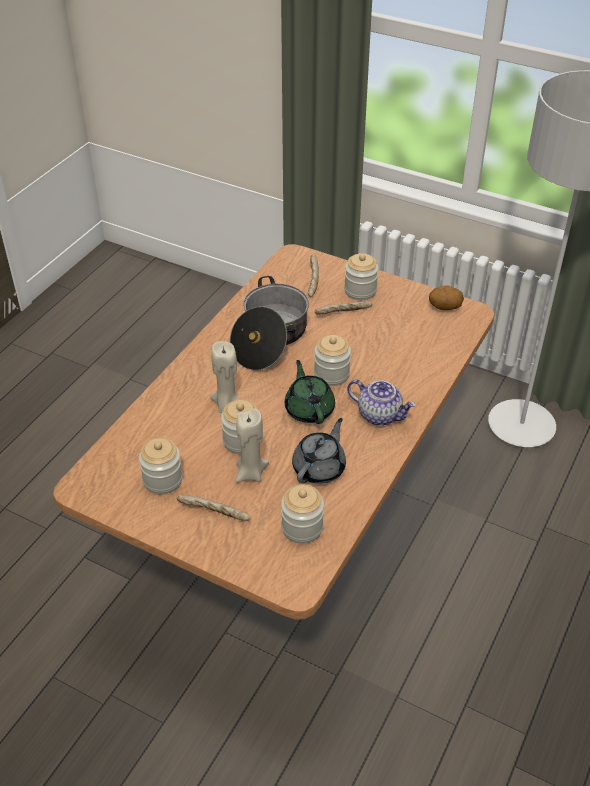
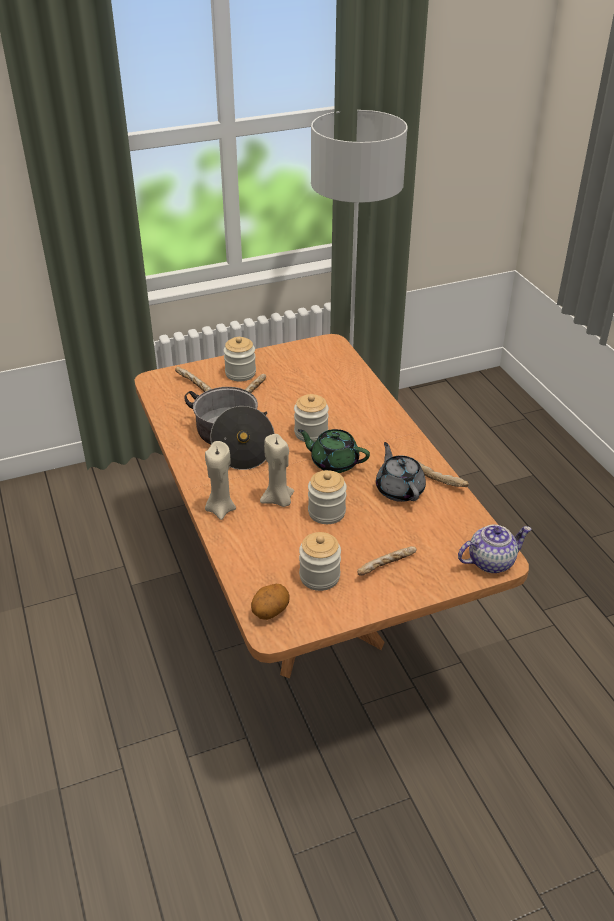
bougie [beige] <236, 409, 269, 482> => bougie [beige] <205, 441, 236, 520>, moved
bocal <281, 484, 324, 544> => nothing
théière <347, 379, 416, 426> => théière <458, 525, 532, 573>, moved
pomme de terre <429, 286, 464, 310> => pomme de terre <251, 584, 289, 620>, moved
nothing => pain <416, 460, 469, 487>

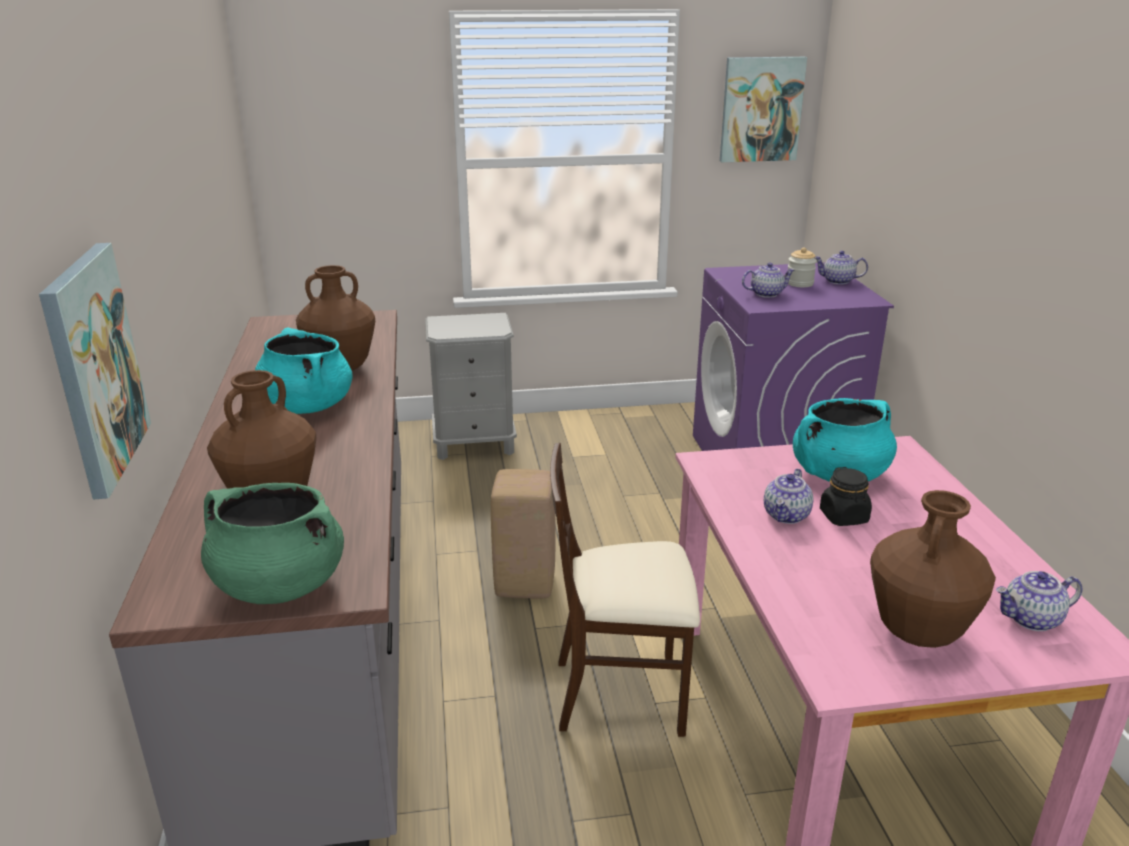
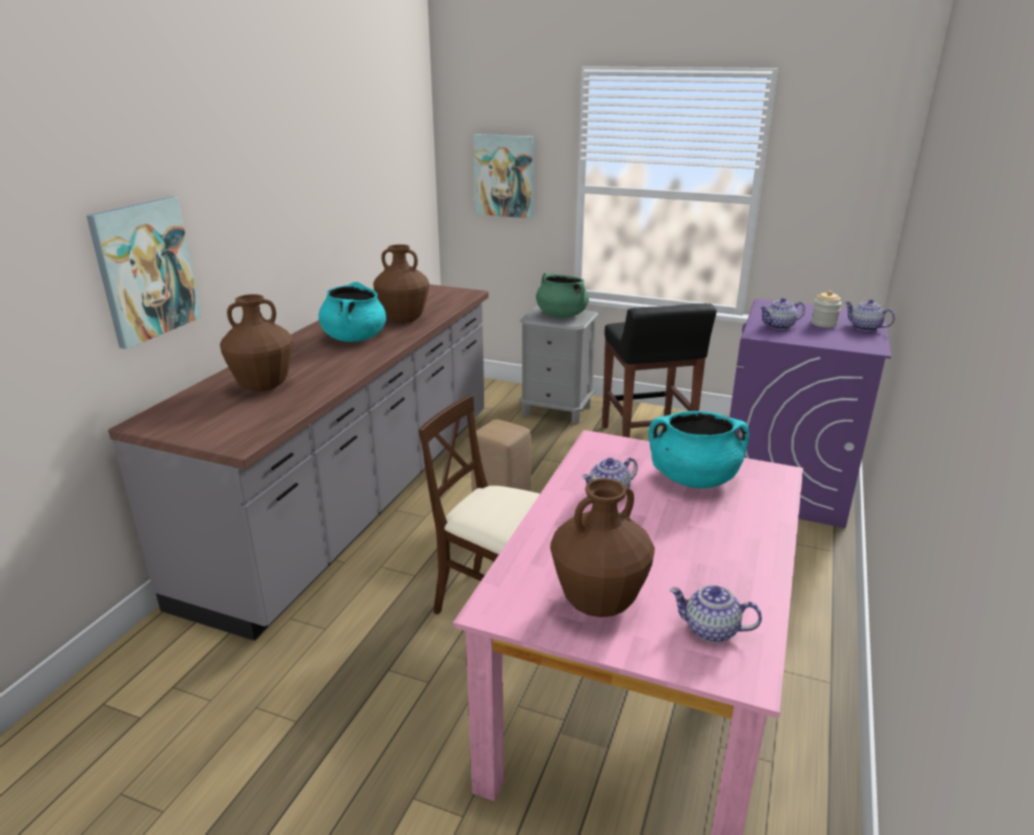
marmite [vert] <201, 483, 344, 604> => marmite [vert] <536, 273, 589, 318>, moved
tableau <720, 57, 807, 162> => tableau <473, 134, 534, 219>, moved
théière <742, 263, 795, 298> => théière <760, 298, 805, 330>, 150 degrees clockwise
bocal [noir] <820, 467, 872, 526> => nothing
nothing => tabouret [noir] <602, 303, 717, 438>

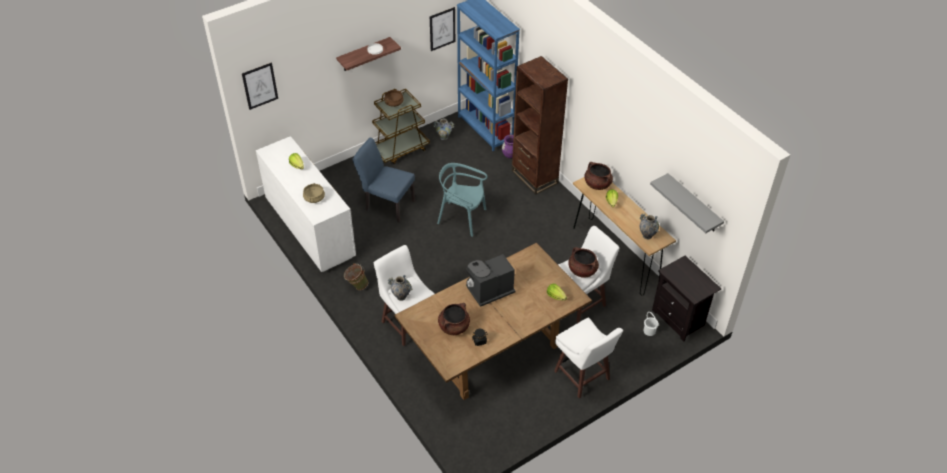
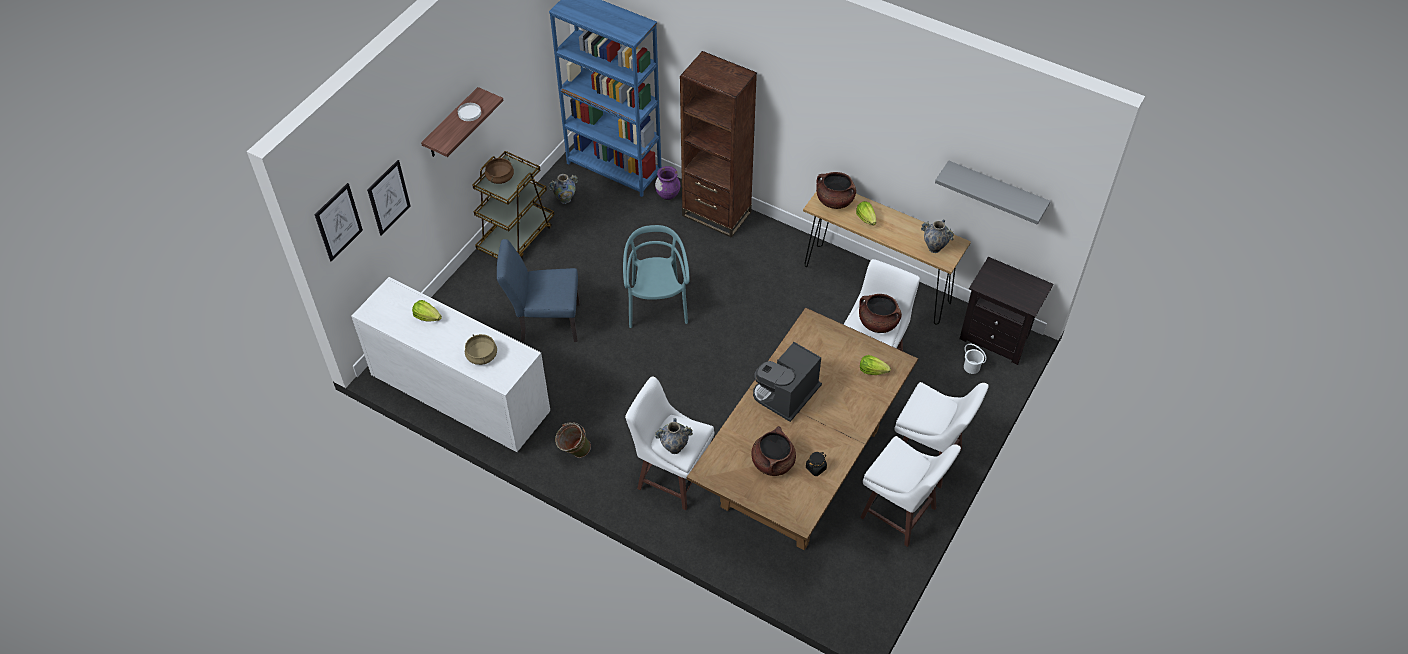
tableau <430, 7, 455, 51> => tableau <367, 160, 411, 236>, moved
chaise [turquoise] <437, 163, 488, 237> => chaise [turquoise] <623, 225, 689, 328>, 90 degrees clockwise
nothing => tabouret [blanc] <860, 436, 961, 547>

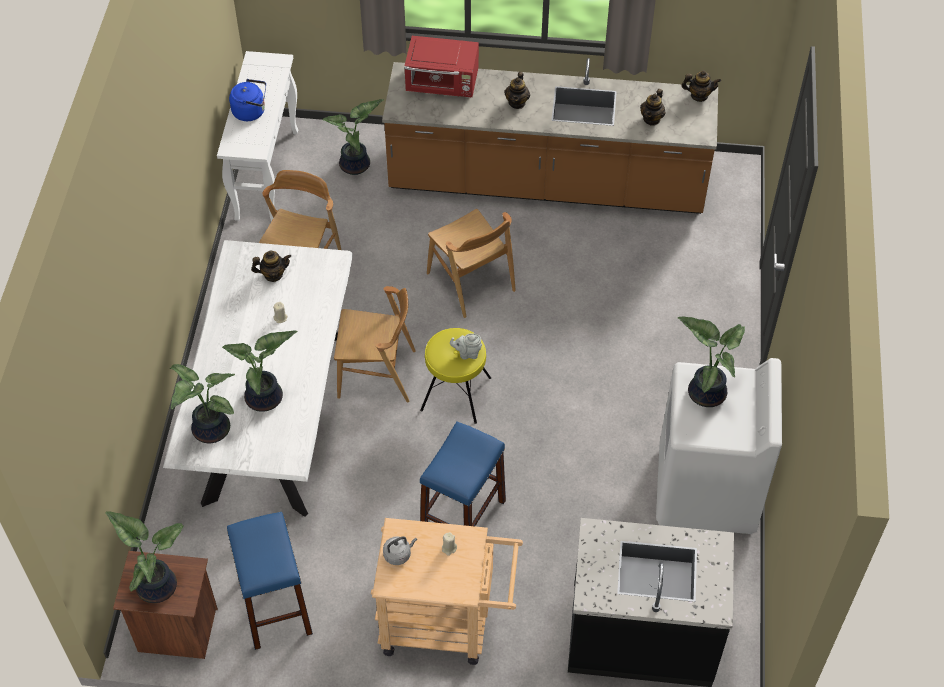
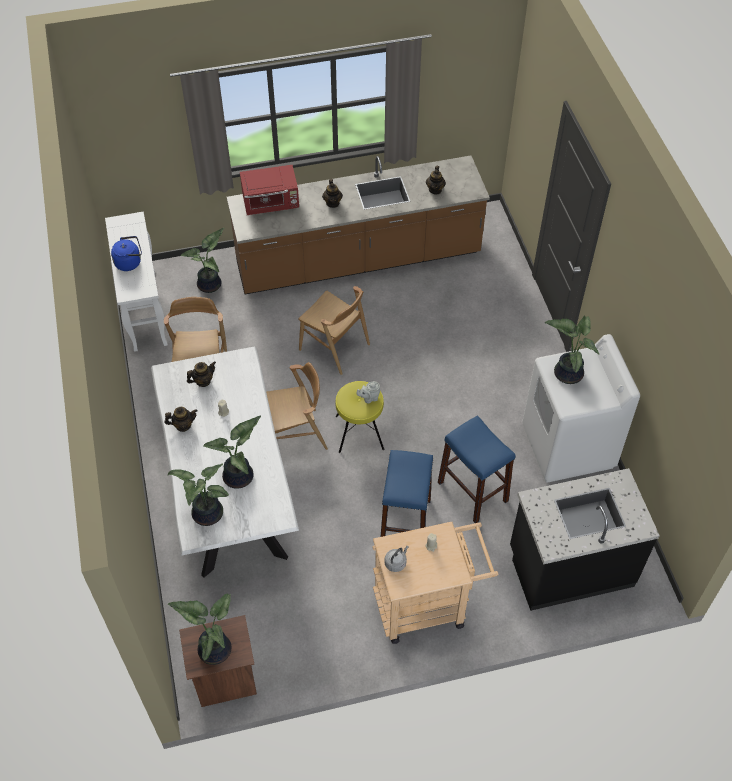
tabouret [bleu] <227, 512, 313, 650> => tabouret [bleu] <438, 415, 516, 523>, moved
théière <681, 70, 721, 102> => théière <164, 407, 198, 432>, moved

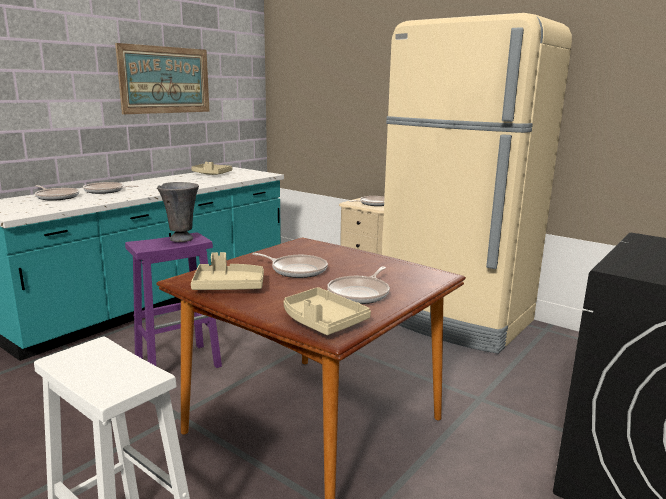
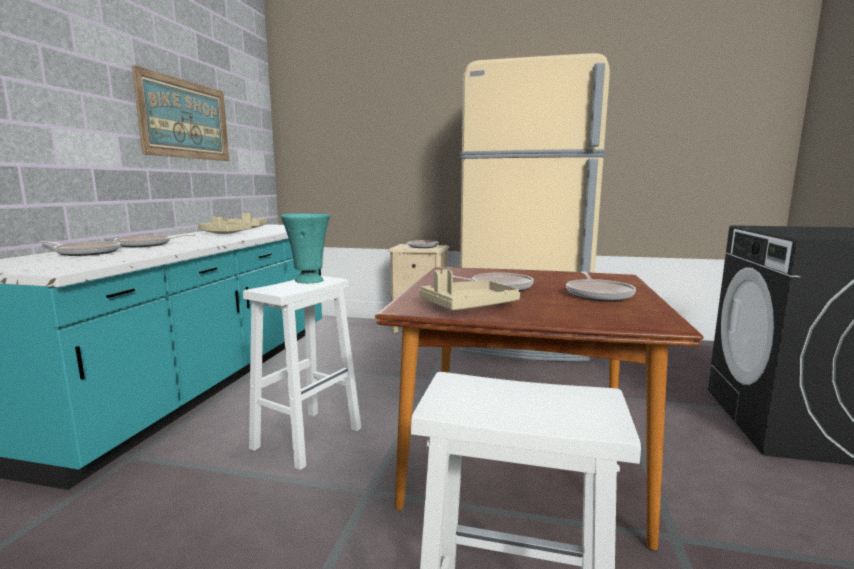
tabouret [violet] <125, 232, 222, 368> => tabouret [blanc] <243, 276, 361, 470>
vase [gris] <157, 182, 199, 242> => vase [turquoise] <281, 214, 330, 284>
plateau [beige] <284, 287, 371, 335> => plateau [beige] <198, 217, 252, 234>, moved

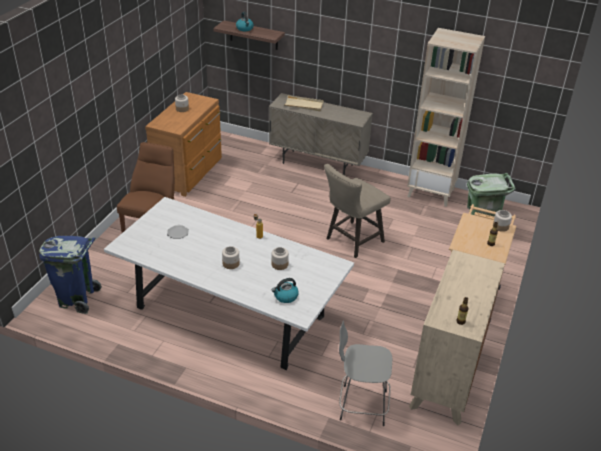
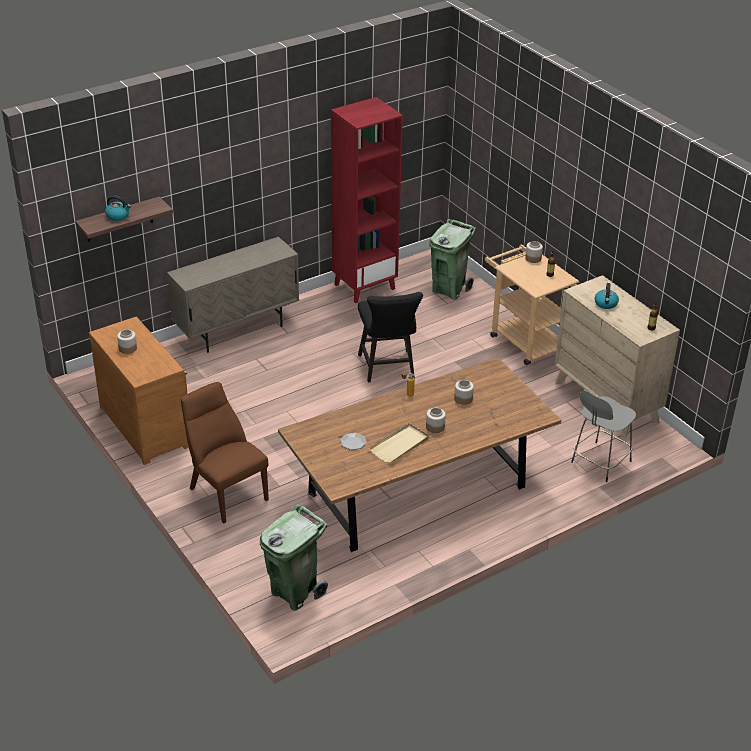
poubelle [bleu] <39, 236, 102, 314> => poubelle [vert] <260, 504, 328, 611>
table à manger [blanc] <104, 197, 354, 370> => table à manger [marron] <278, 357, 561, 552>
bouilloire <272, 278, 299, 303> => bouilloire <594, 283, 619, 309>, moved
plateau [beige] <284, 95, 324, 111> => plateau [beige] <368, 423, 429, 463>, moved
tabouret [beige] <324, 164, 391, 258> => tabouret [noir] <358, 292, 423, 382>
bibliothèque [beige] <407, 28, 485, 207> => bibliothèque [rouge] <331, 97, 403, 303>

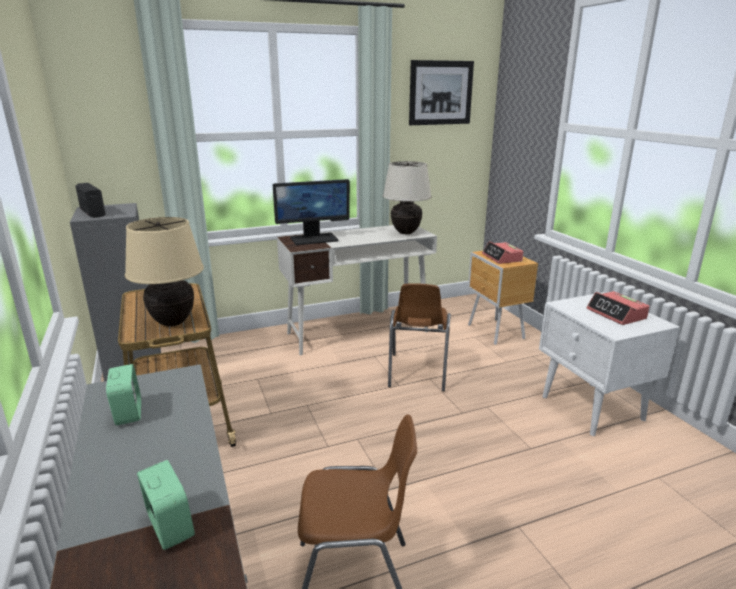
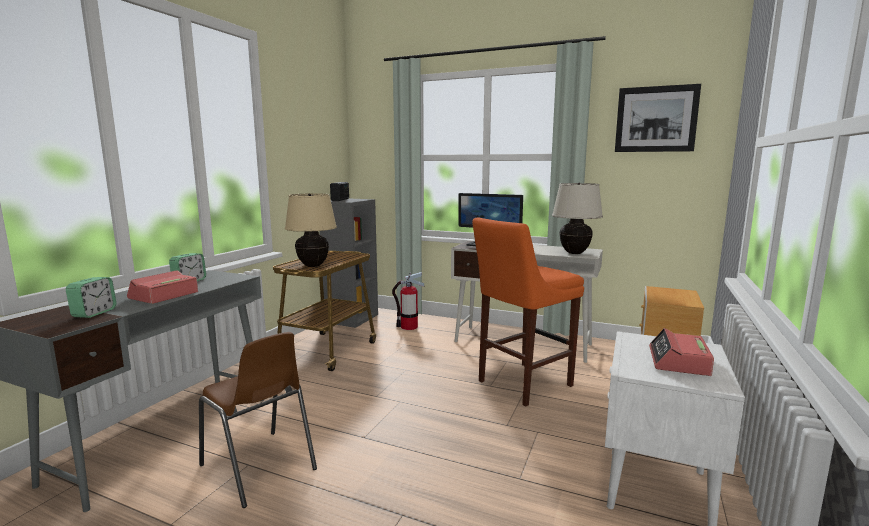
chaise [marron] <388, 283, 451, 391> => tabouret [orange] <472, 218, 584, 406>
réveil <482, 241, 523, 264> => réveil <127, 270, 198, 304>, moved
nothing => extincteur <392, 272, 424, 330>

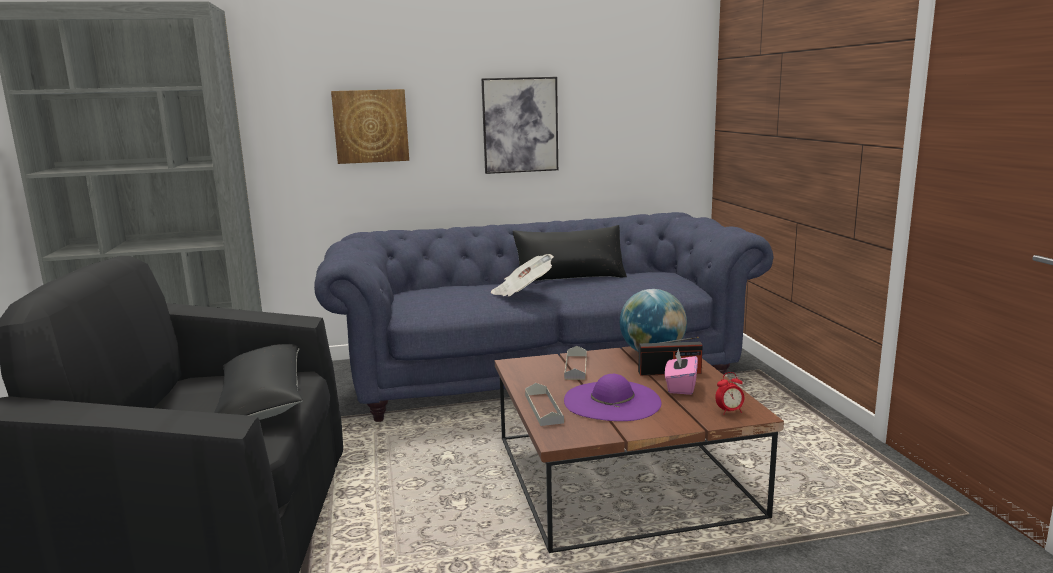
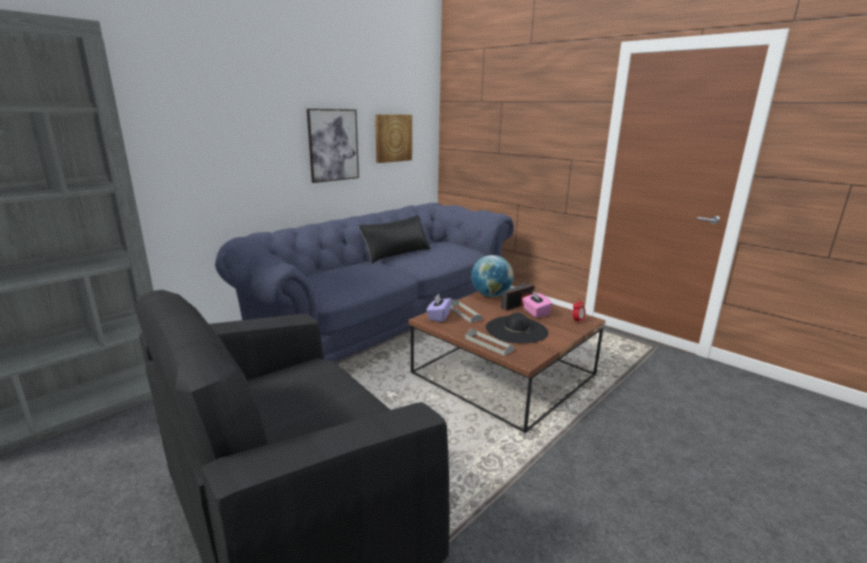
coussin [noir] <214, 344, 303, 420> => nothing
tableau <331, 89, 409, 164> => tableau <375, 114, 412, 163>, moved
journal <491, 254, 554, 296> => nothing
chapeau [violet] <564, 374, 662, 421> => chapeau [noir] <486, 313, 548, 343>
nothing => boîte à mouchoirs [violet] <427, 293, 452, 322>

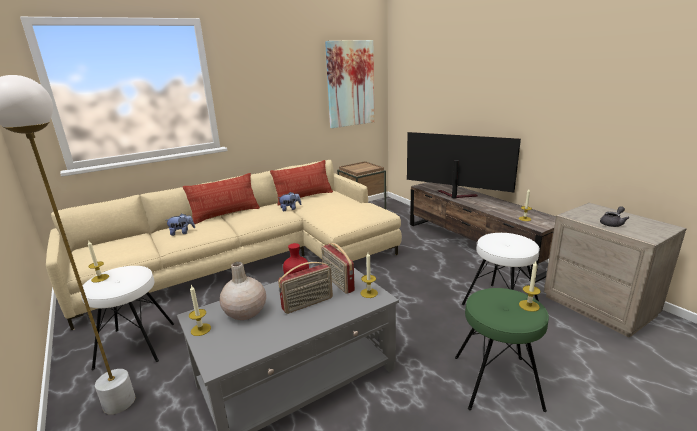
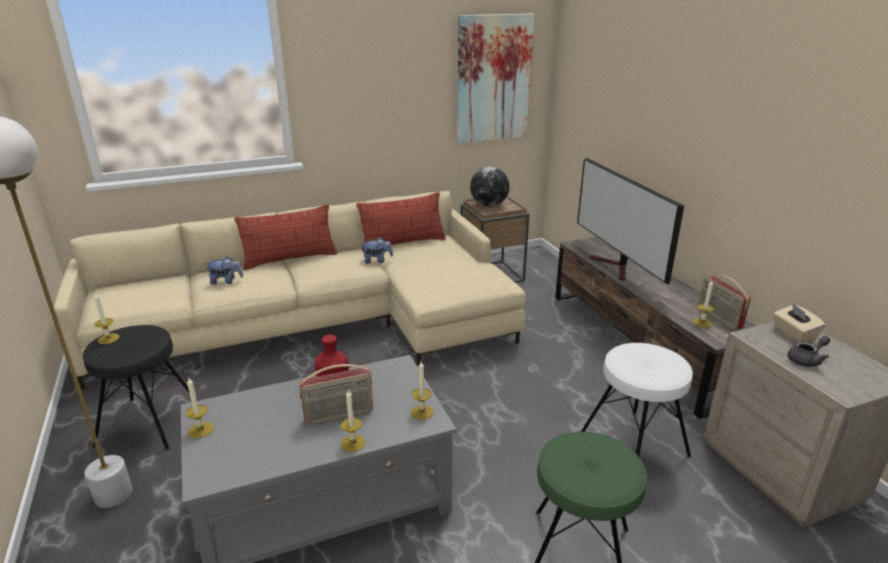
tabouret [blanc] <80, 266, 174, 370> => tabouret [noir] <83, 325, 199, 450>
vase [beige] <220, 262, 266, 320> => nothing
radio <321, 243, 355, 294> => radio <698, 275, 751, 330>, moved
téléviseur <407, 132, 521, 198> => téléviseur <577, 158, 684, 285>, 150 degrees counterclockwise
bougie <519, 261, 541, 312> => bougie <341, 389, 365, 452>, moved
nothing => globe <470, 167, 510, 207>
nothing => boîte à mouchoirs [beige] <773, 303, 826, 342>

